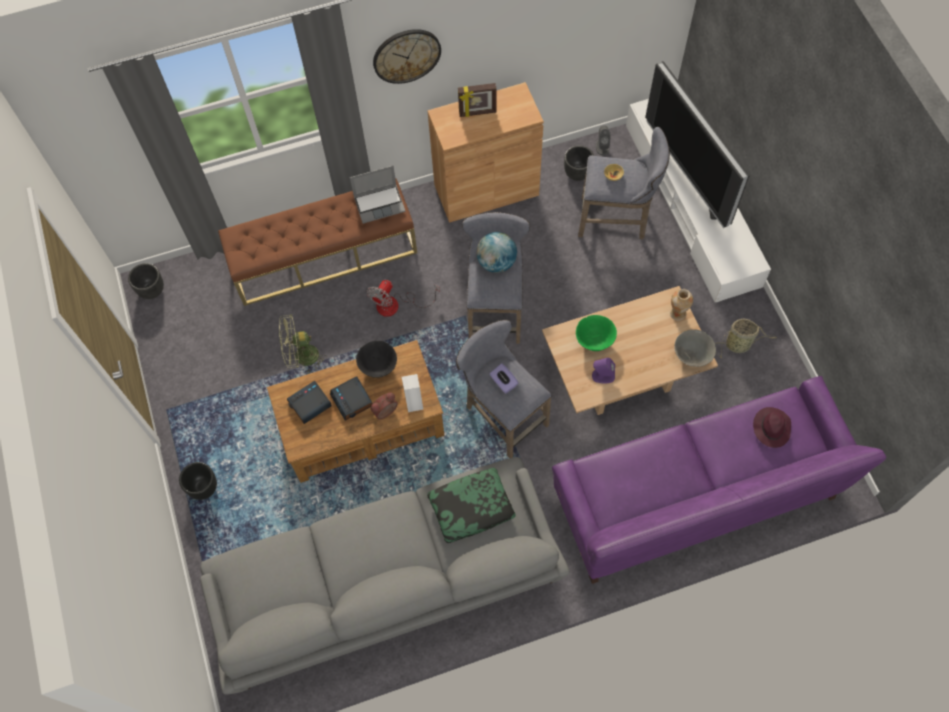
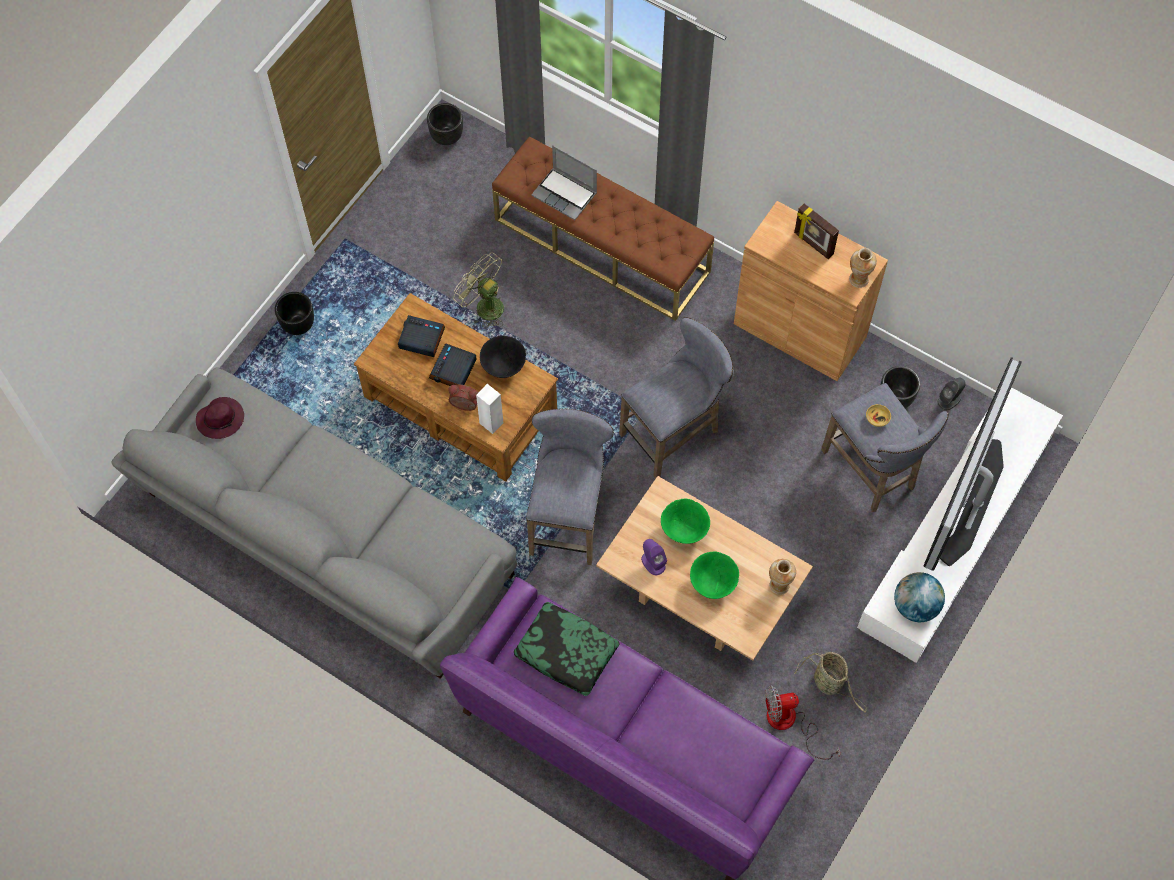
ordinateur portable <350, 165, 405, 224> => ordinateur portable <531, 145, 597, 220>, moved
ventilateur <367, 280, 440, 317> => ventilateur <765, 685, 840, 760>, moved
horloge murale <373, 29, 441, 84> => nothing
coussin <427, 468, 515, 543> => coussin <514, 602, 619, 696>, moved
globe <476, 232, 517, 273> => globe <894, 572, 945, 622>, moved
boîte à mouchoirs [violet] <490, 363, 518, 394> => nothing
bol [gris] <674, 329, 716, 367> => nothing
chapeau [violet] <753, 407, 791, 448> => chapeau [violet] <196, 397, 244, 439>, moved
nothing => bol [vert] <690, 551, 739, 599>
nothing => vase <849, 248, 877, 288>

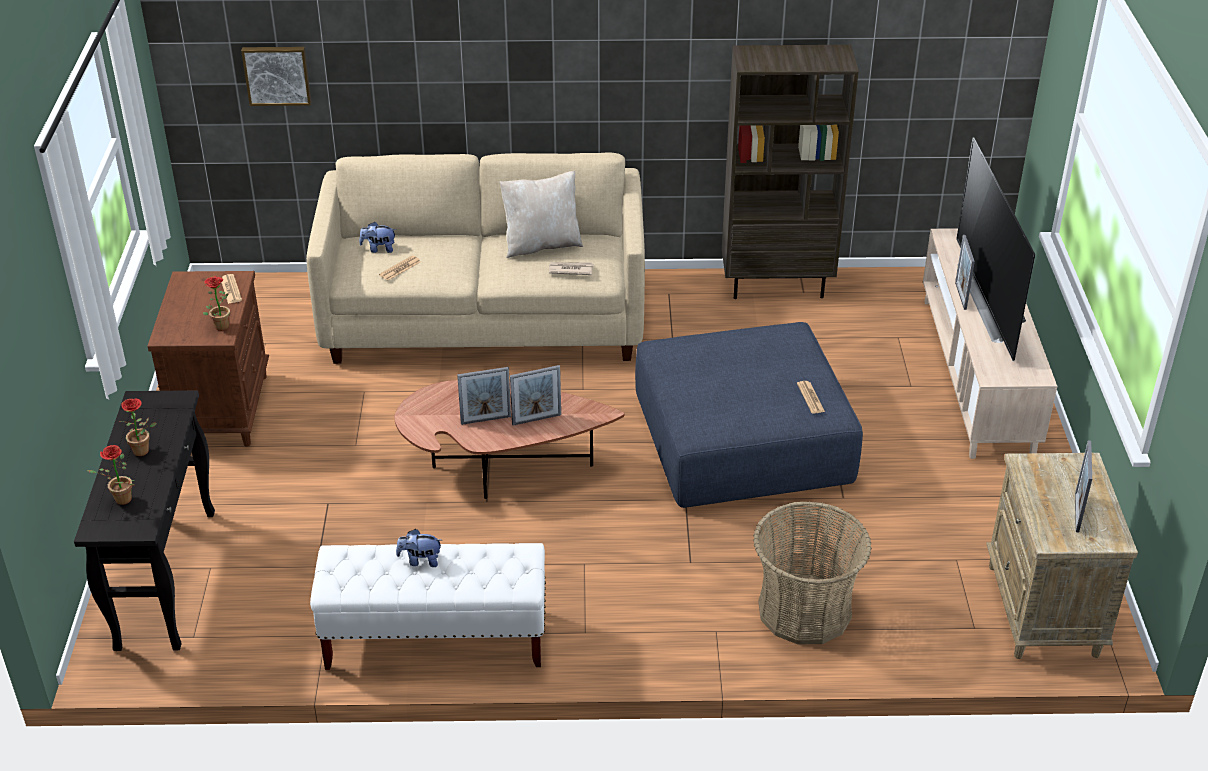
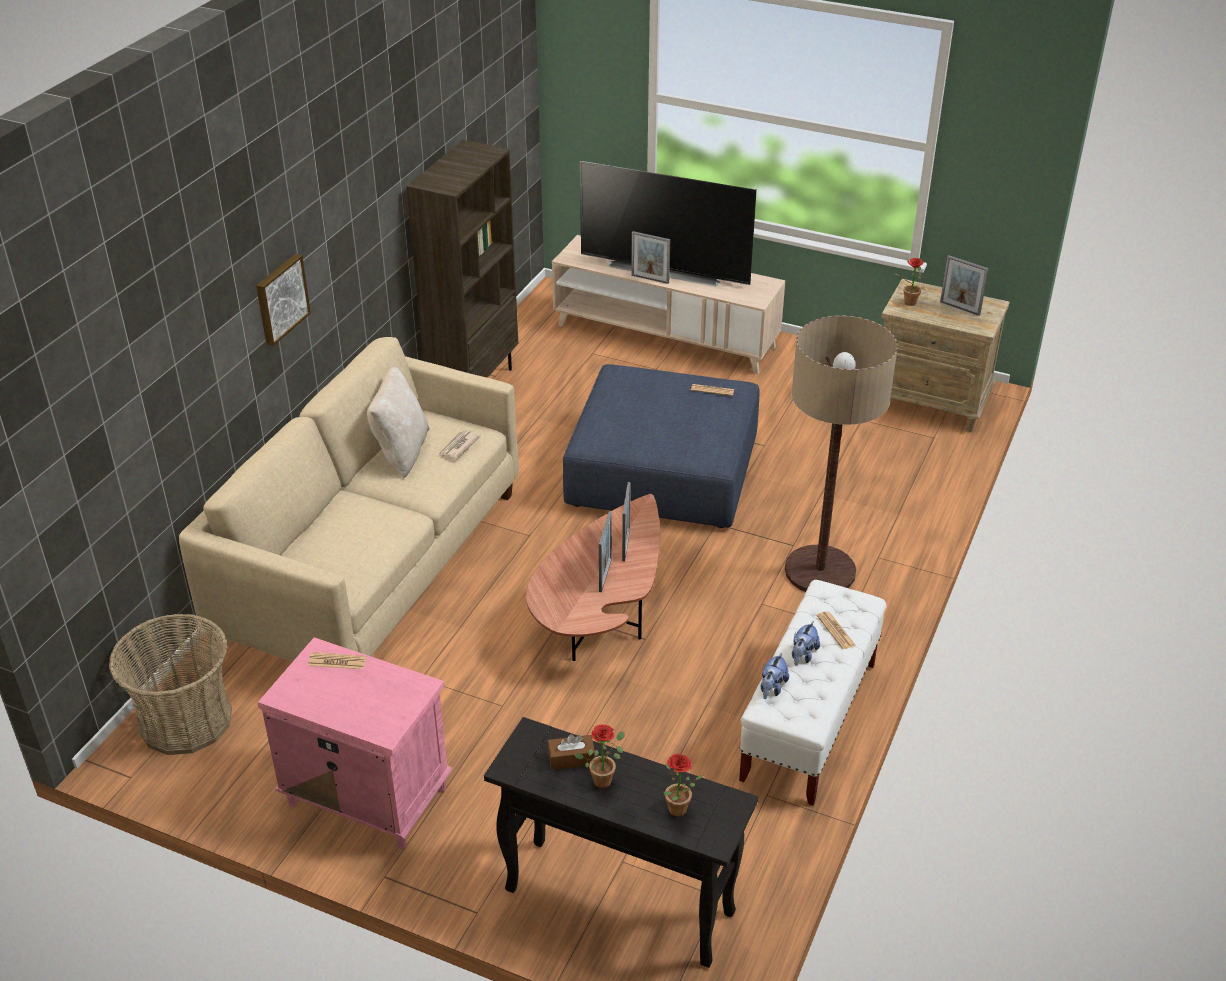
table de chevet [marron] <148, 271, 269, 447> => table de chevet [rose] <257, 637, 453, 849>
plante en pot <203, 276, 230, 331> => plante en pot <894, 258, 926, 306>, moved
tableau <241, 47, 311, 106> => tableau <256, 254, 311, 346>, moved
peluche <359, 222, 397, 253> => peluche <761, 653, 789, 699>, moved
journal <379, 256, 420, 281> => journal <817, 611, 856, 649>, moved
panier <753, 501, 872, 644> => panier <109, 613, 232, 755>, moved
nothing => boîte à mouchoirs [marron] <548, 734, 595, 770>
nothing => lampadaire <785, 316, 898, 592>

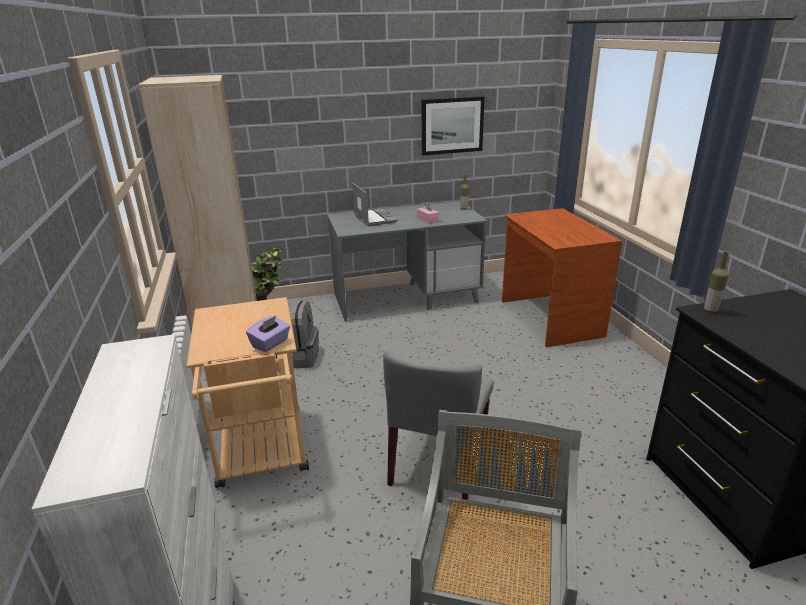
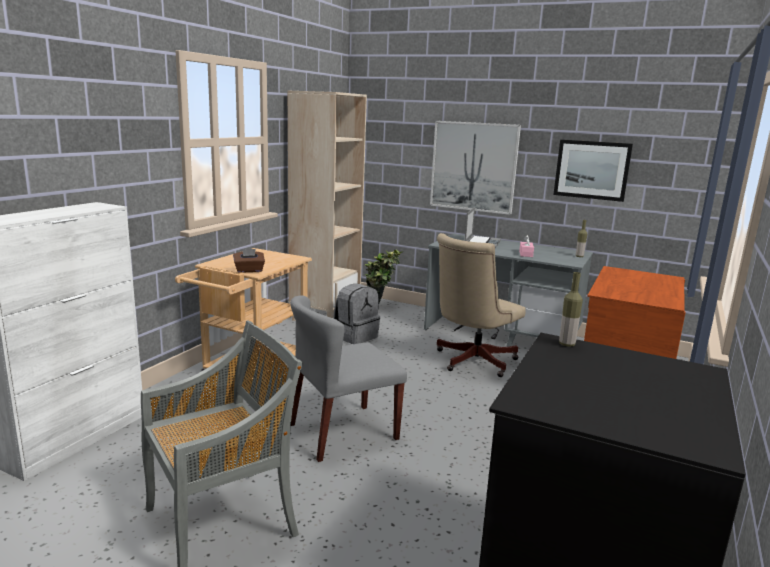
boîte à mouchoirs [violet] <246, 316, 290, 352> => boîte à mouchoirs [marron] <233, 249, 265, 273>
nothing => tableau <430, 121, 521, 215>
nothing => chaise de bureau [beige] <437, 233, 526, 377>

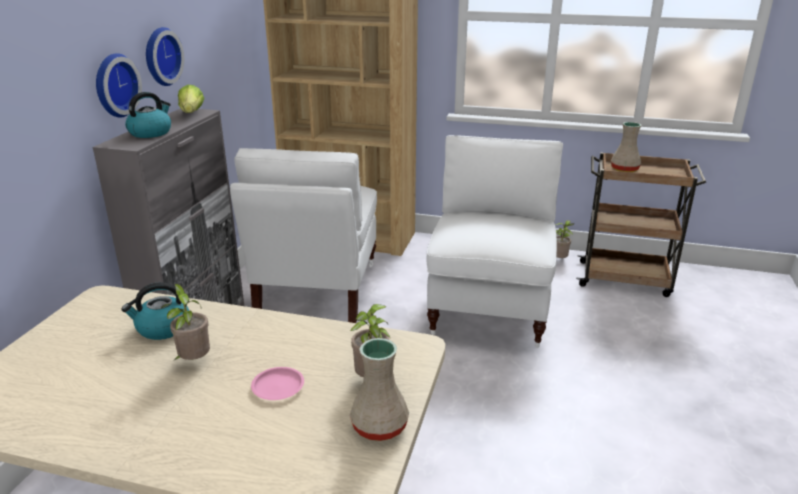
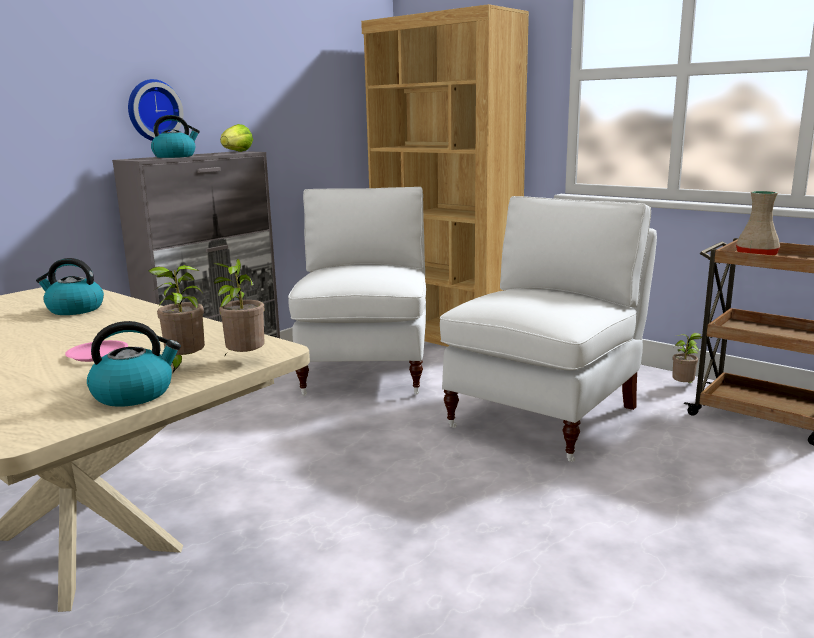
horloge murale <146, 27, 184, 86> => nothing
plante en pot <158, 284, 210, 361> => plante en pot <214, 259, 265, 355>, moved
chaise [blanc] <230, 148, 377, 323> => chaise [blanc] <288, 187, 426, 395>, 150 degrees clockwise
vase [beige] <350, 338, 409, 441> => bouilloire <87, 321, 181, 407>

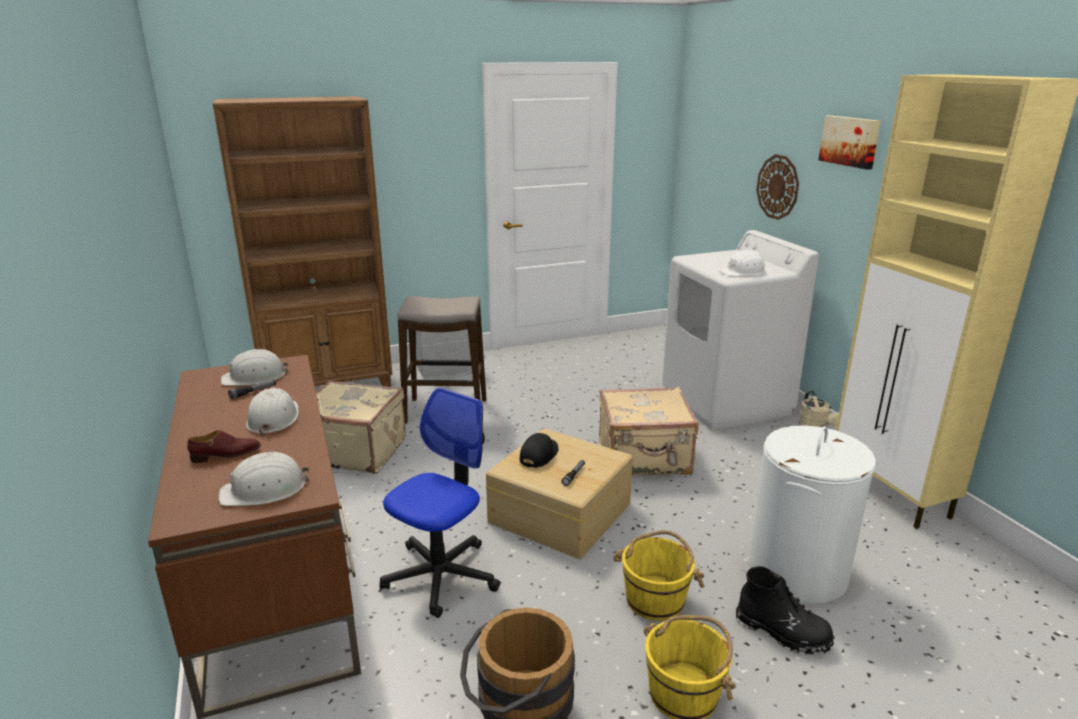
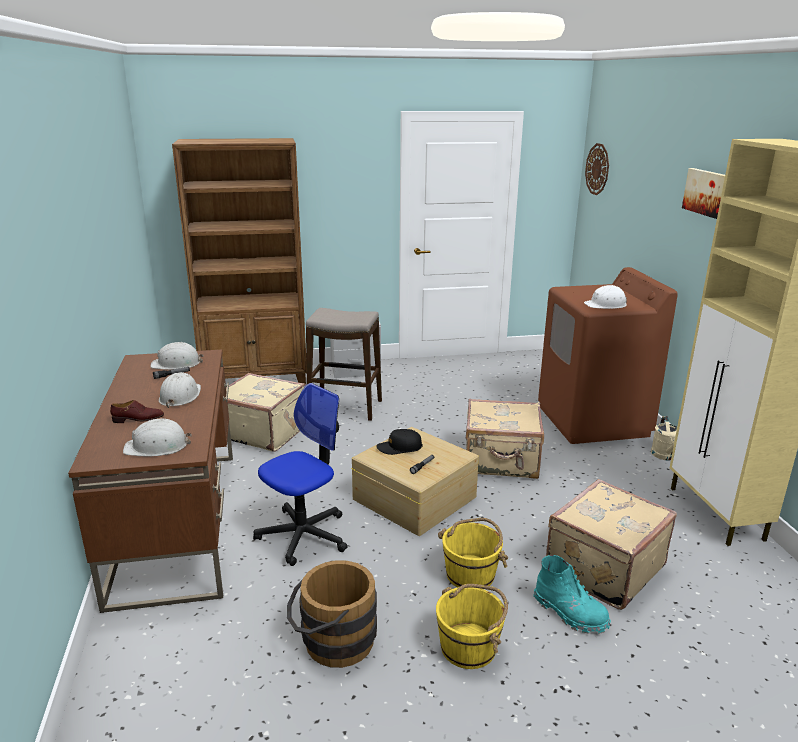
casquette [noir] <519, 433, 558, 468> => casquette [noir] <376, 429, 423, 455>, 135 degrees counterclockwise
lave-linge [blanc] <662, 230, 819, 430> => lave-linge [marron] <538, 267, 678, 444>
botte [noir] <736, 566, 834, 655> => botte [turquoise] <533, 555, 611, 634>
panier à linge [blanc] <748, 425, 876, 604> => valise [beige] <546, 479, 677, 610>
horloge murale <756, 154, 799, 220> => horloge murale <585, 143, 609, 195>, moved

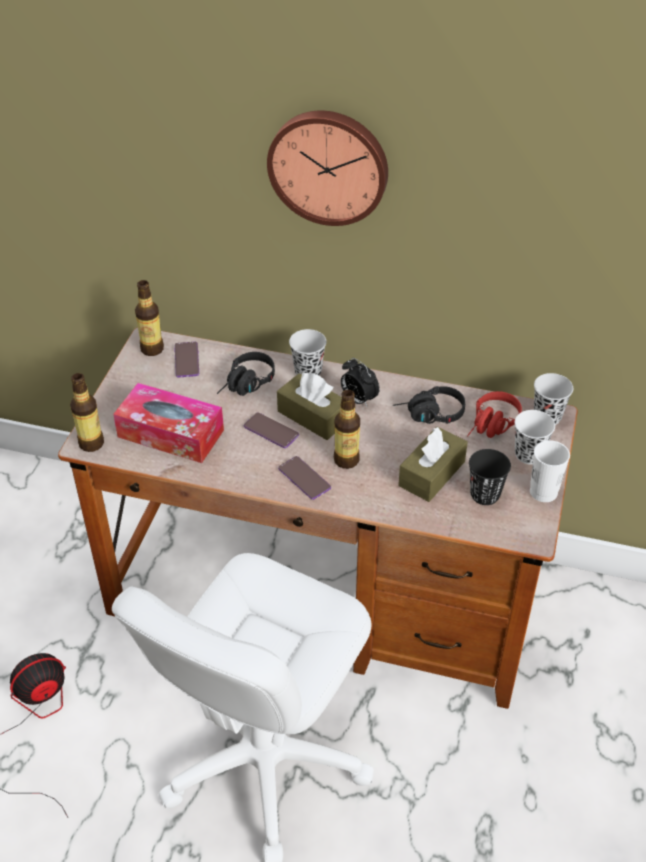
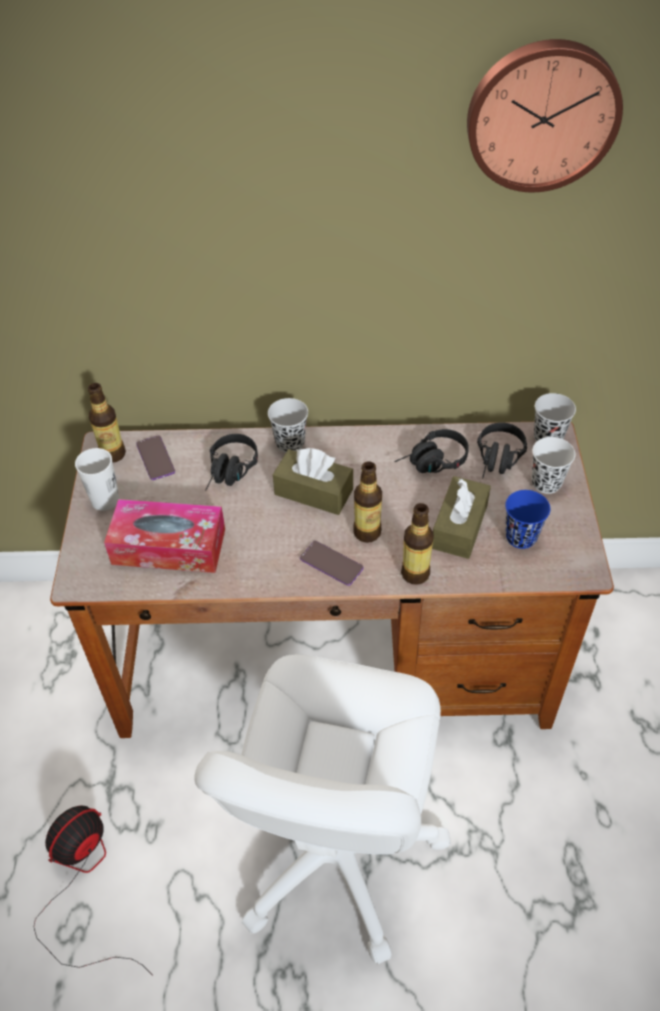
bouteille <70, 373, 104, 452> => bouteille <401, 503, 434, 584>, moved
téléphone <244, 412, 299, 448> => nothing
horloge murale <267, 110, 388, 226> => horloge murale <467, 39, 623, 192>, moved
réveil <341, 358, 380, 408> => nothing
casque audio [rouge] <467, 391, 522, 438> => casque audio [noir] <477, 422, 527, 479>
tasse [noir] <469, 449, 511, 505> => tasse [bleu] <505, 490, 550, 549>
tasse [blanc] <530, 440, 570, 502> => tasse [blanc] <75, 448, 119, 511>, moved

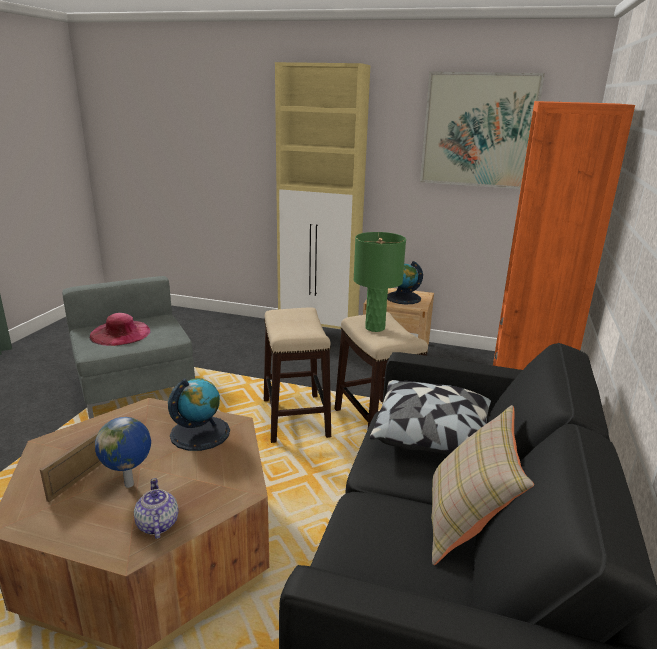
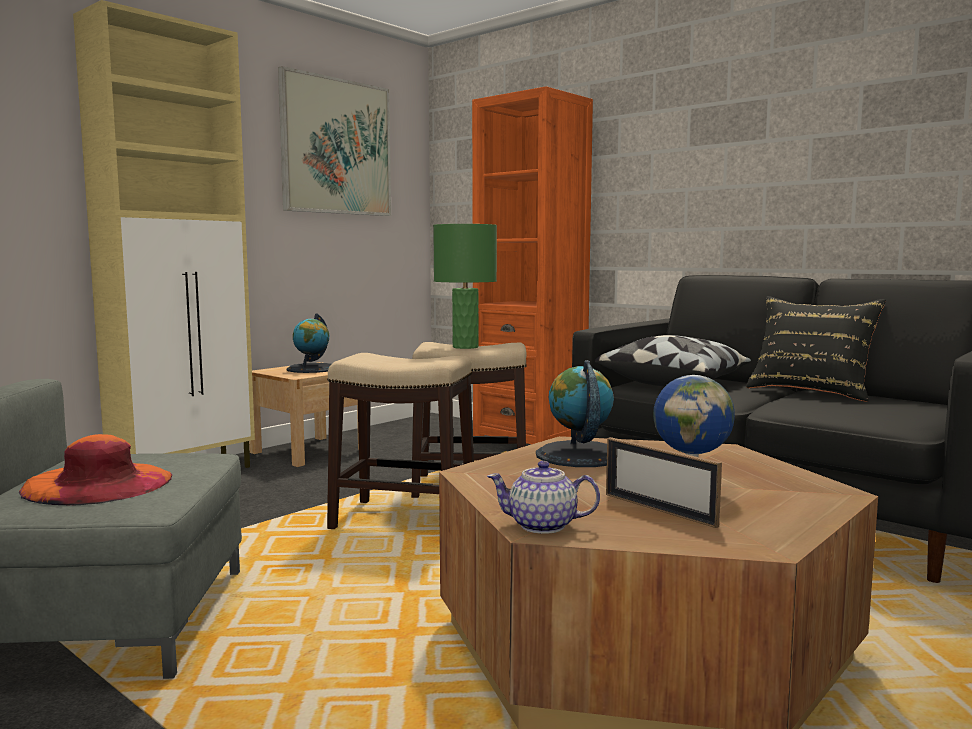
chapeau [rose] <90, 313, 150, 346> => chapeau [orange] <19, 434, 172, 505>
théière <134, 478, 179, 539> => théière <487, 461, 600, 534>, moved
coussin [beige] <431, 405, 534, 565> => coussin [noir] <746, 296, 886, 402>

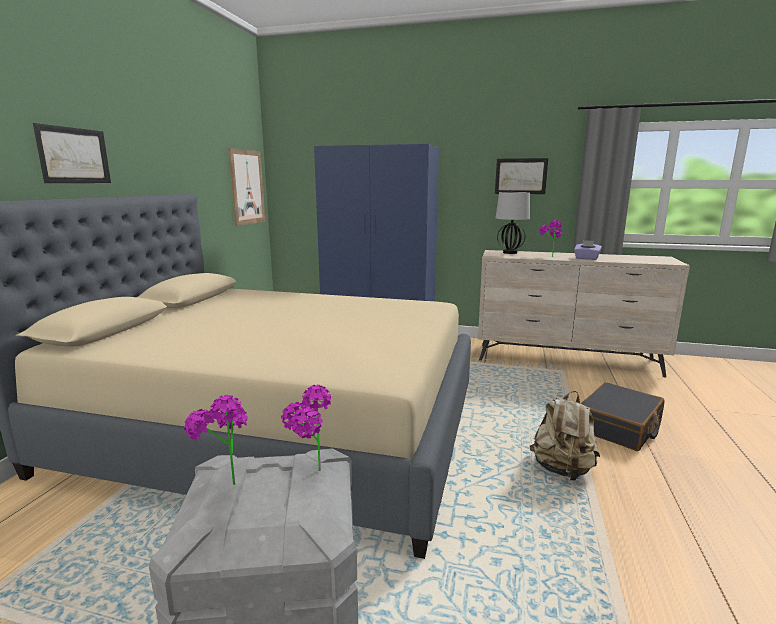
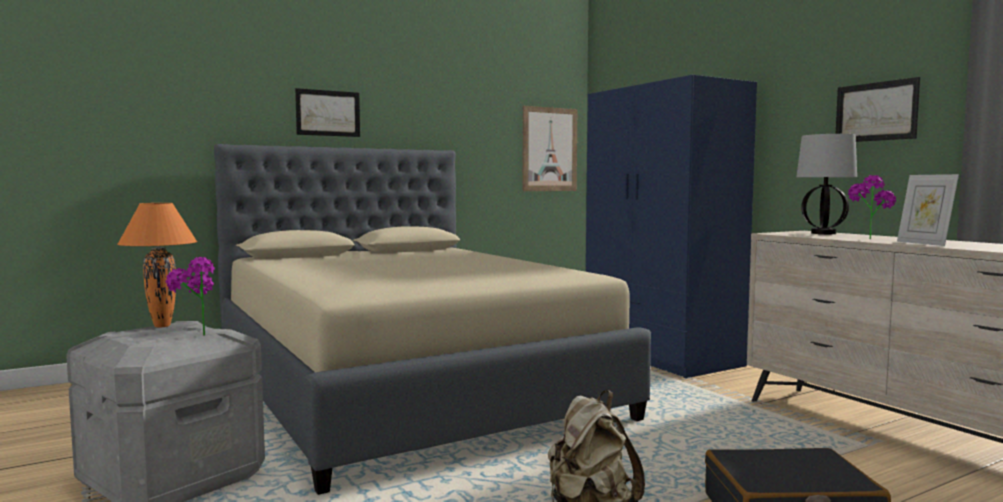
plante en pot <184, 395, 248, 485> => lampe de table [orange] <117, 203, 197, 327>
boîte à mouchoirs [violet] <574, 240, 602, 260> => cadre photo <897, 174, 959, 246>

